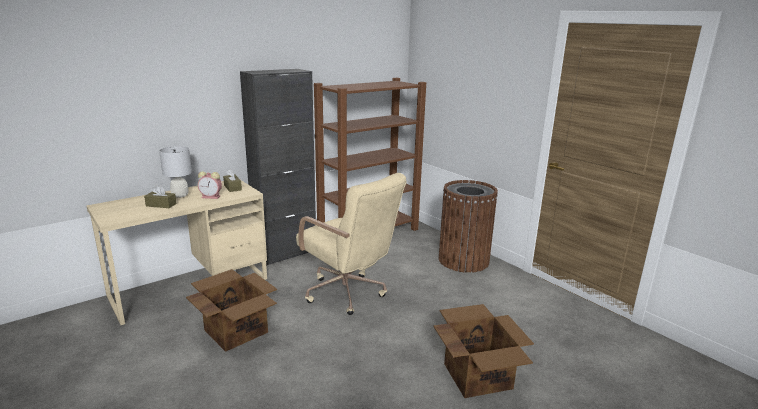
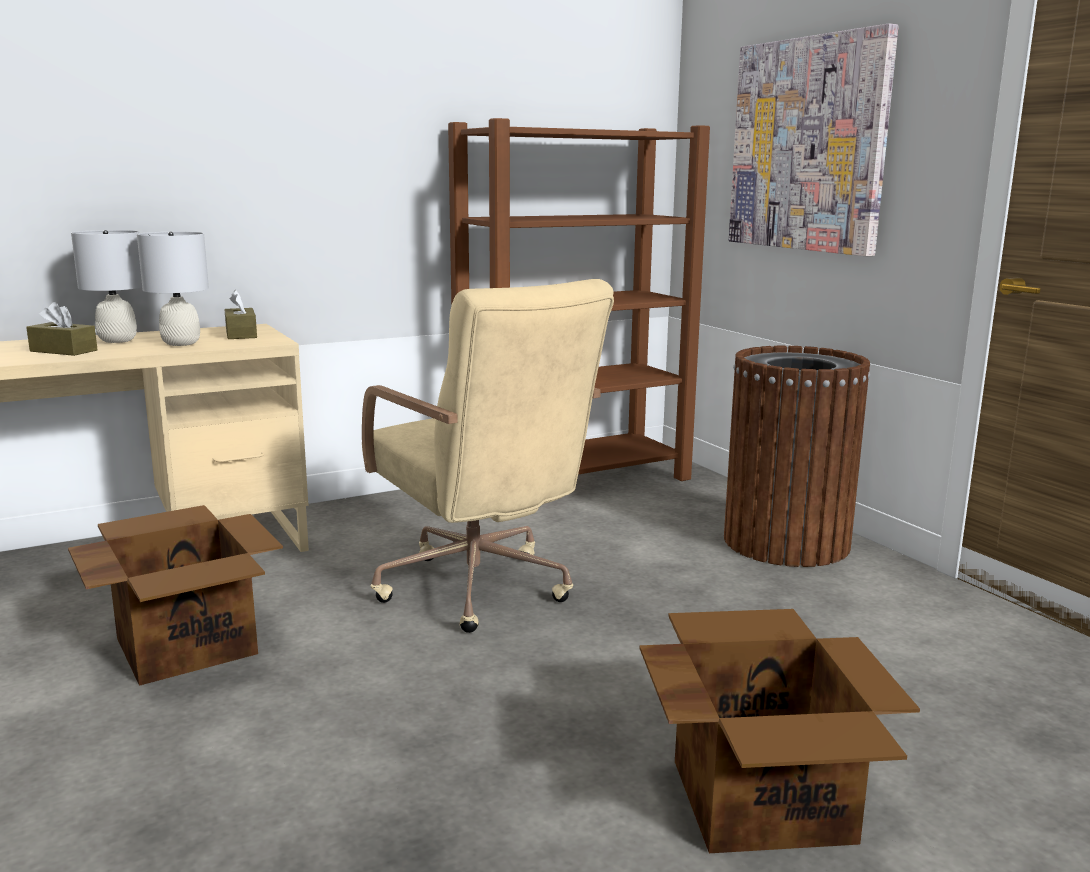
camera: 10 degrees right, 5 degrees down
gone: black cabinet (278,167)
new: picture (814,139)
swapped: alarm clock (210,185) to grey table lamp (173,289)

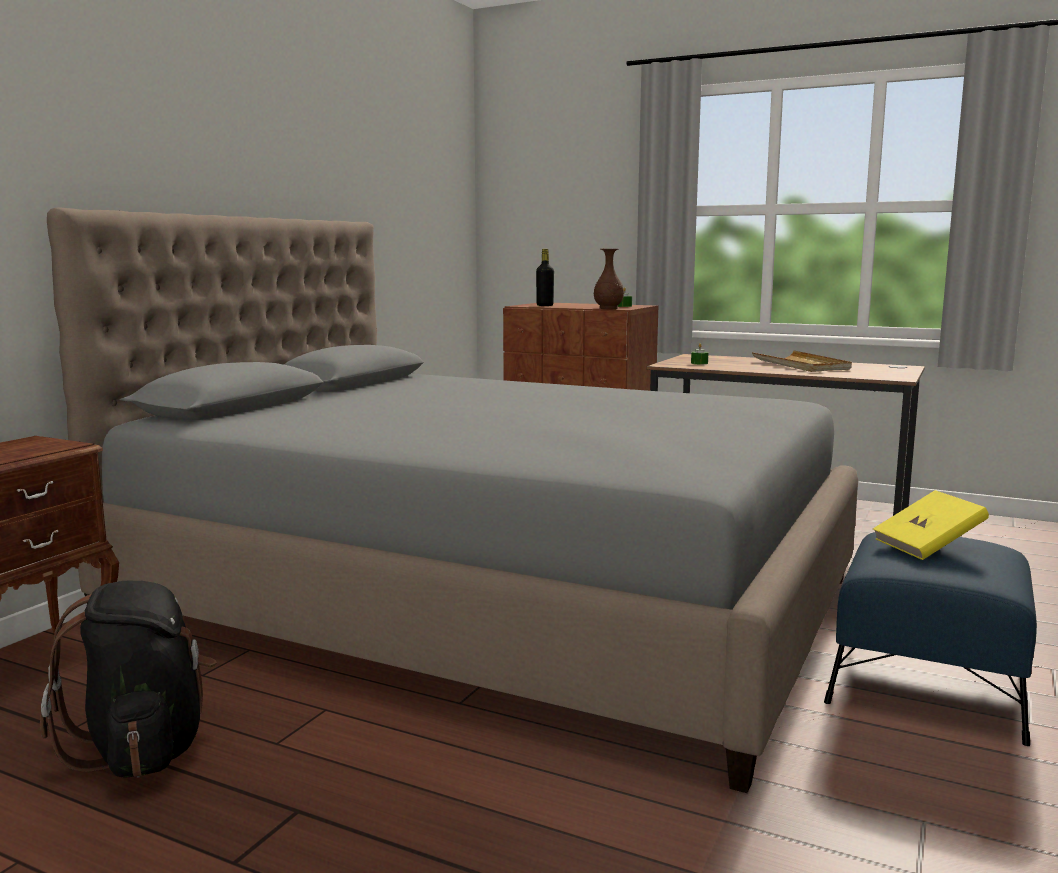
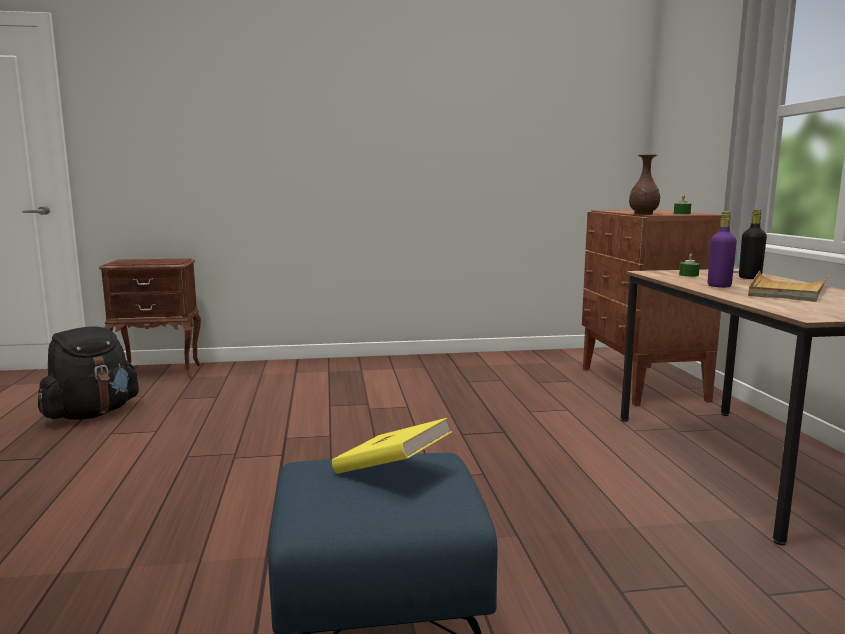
camera: 55 degrees right, 0 degrees up
gone: grey bed (452,500)
new: purple bottle (722,249)
shifted: black bottle (545,277) to (753,244)

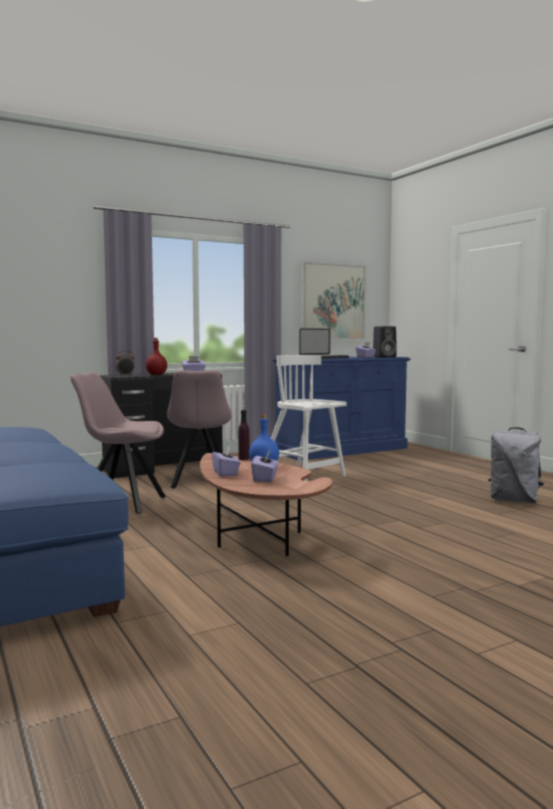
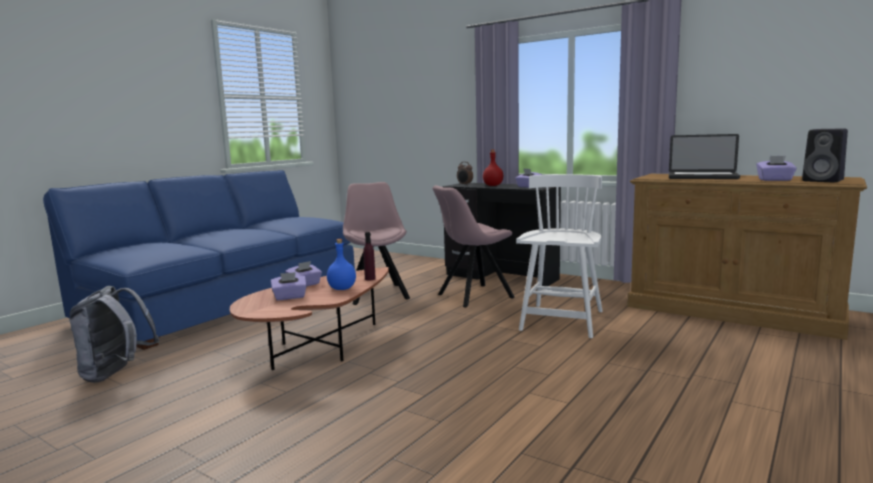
camera: 65 degrees right, 5 degrees up
gone: picture (333,301)
shifted: grey backpack (516,465) to (114,334)
repainted: blue cabinet (342,409) to brown cabinet (747,257)

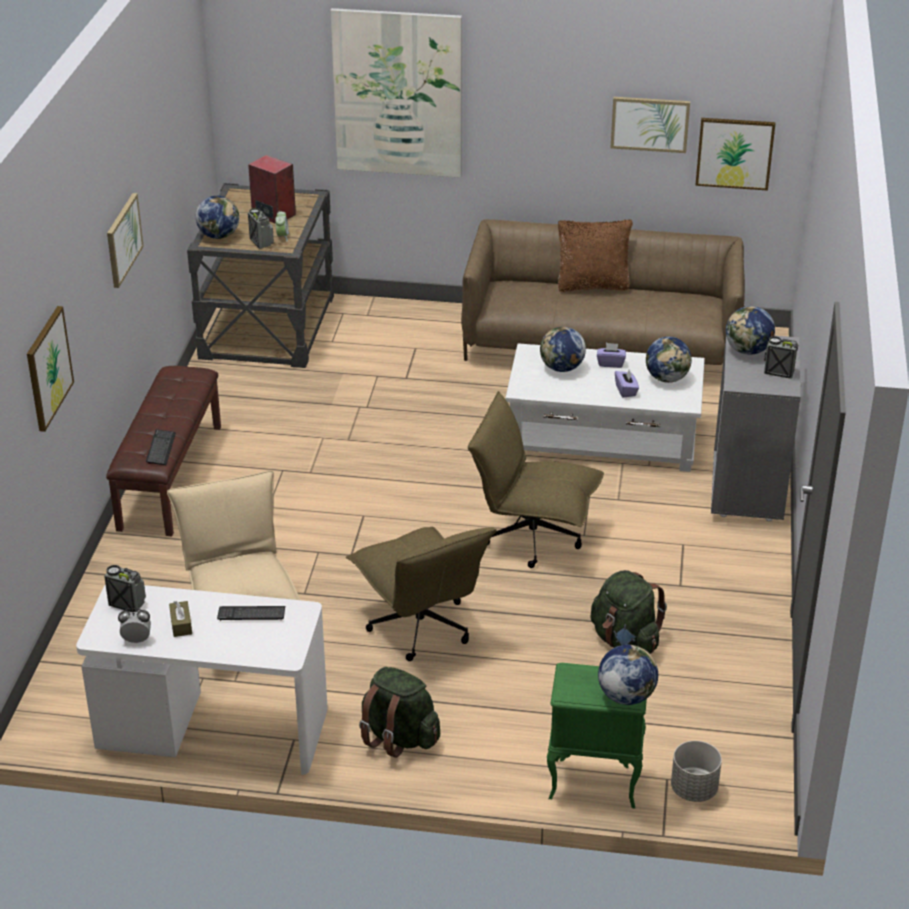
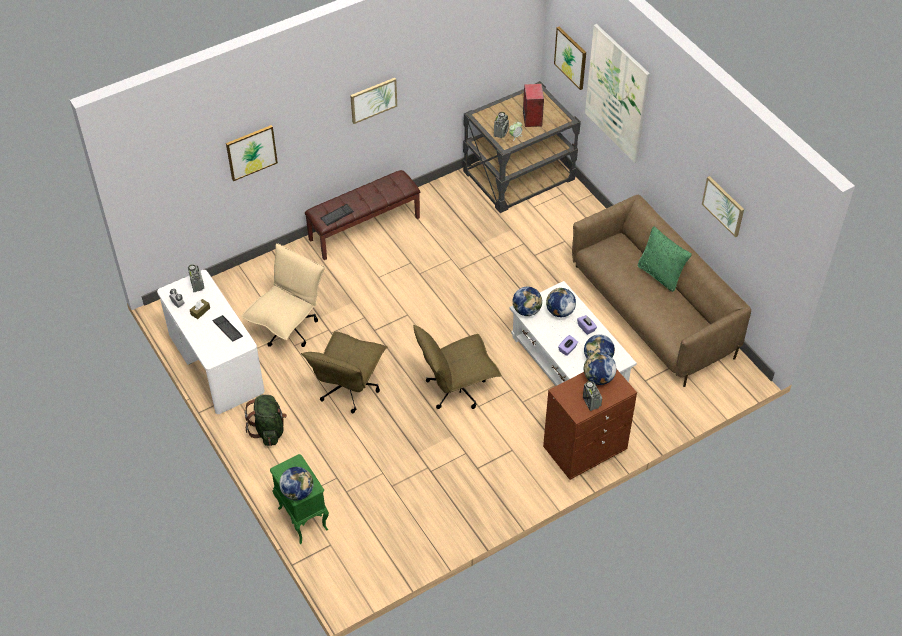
camera: 50 degrees right, 15 degrees up
gone: green backpack (628,612); grey planter (696,771)
shifted: globe (217,217) to (528,301); picture (735,154) to (570,58)
repainted: brown pillow (595,256) to green pillow (665,259); grey cabinet (756,428) to brown cabinet (590,424)
rotated: beige office chair (536,479) = (457,367) 90 degrees counterclockwise

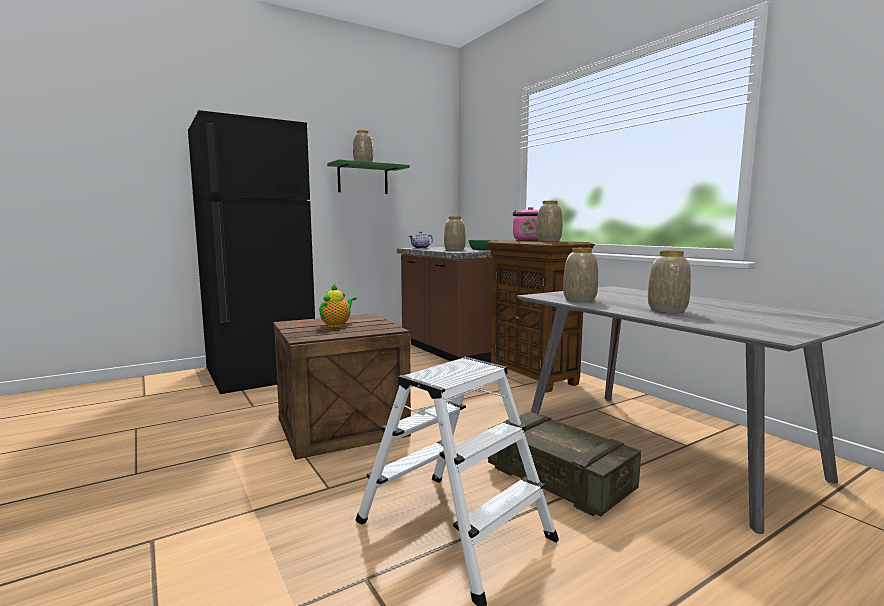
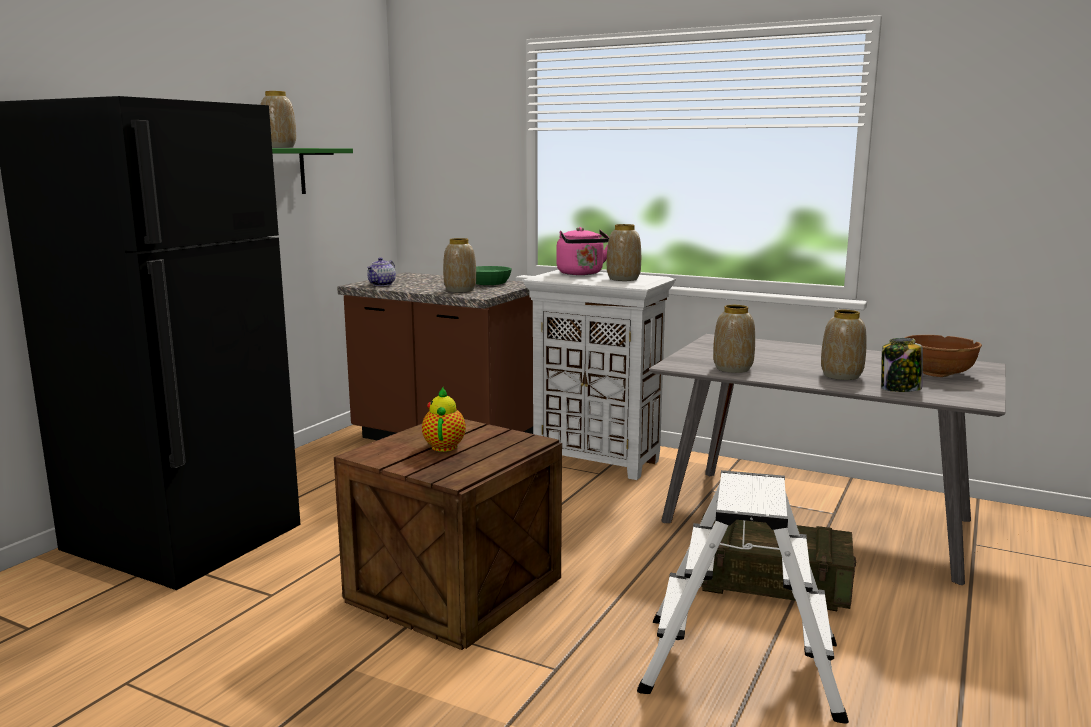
camera: 30 degrees left, 5 degrees up
new: jar (902,365); brown bowl (943,356)
repainted: brown cabinet (540,316) to white cabinet (599,375)

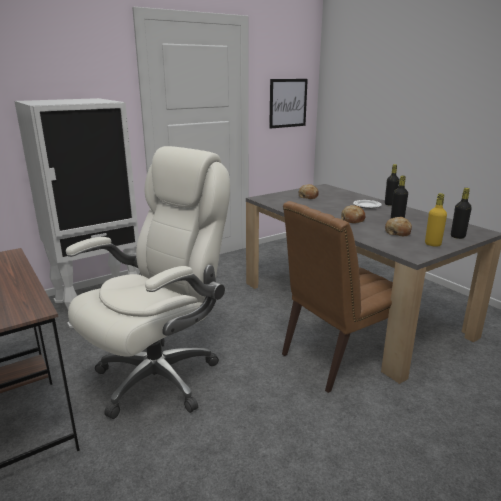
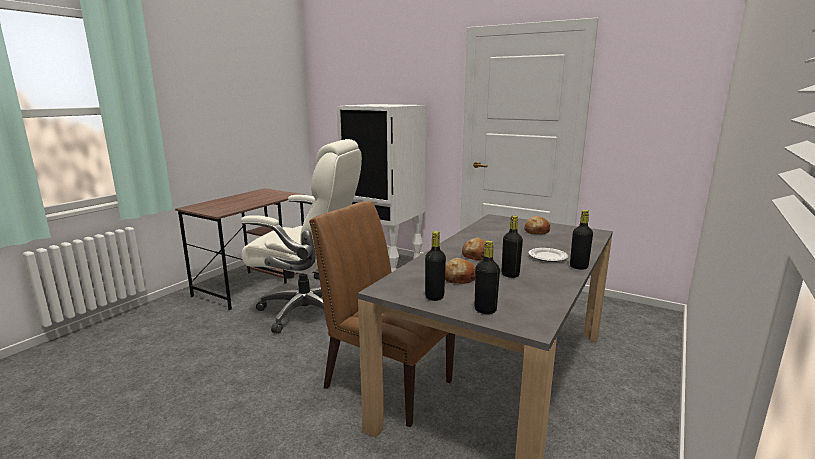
camera: 65 degrees right, 5 degrees down
gone: picture (288,104)
repainted: yellow bottle (436,220) to black bottle (435,266)

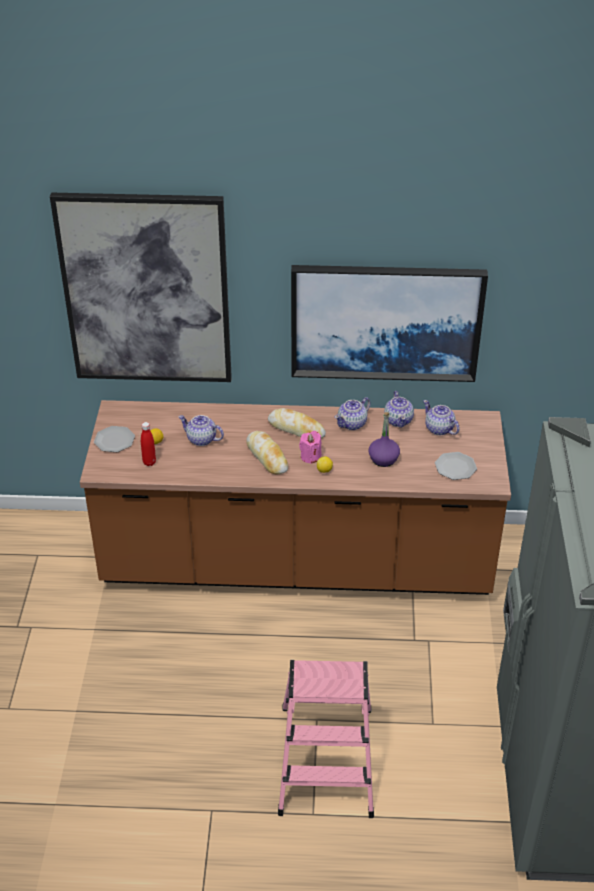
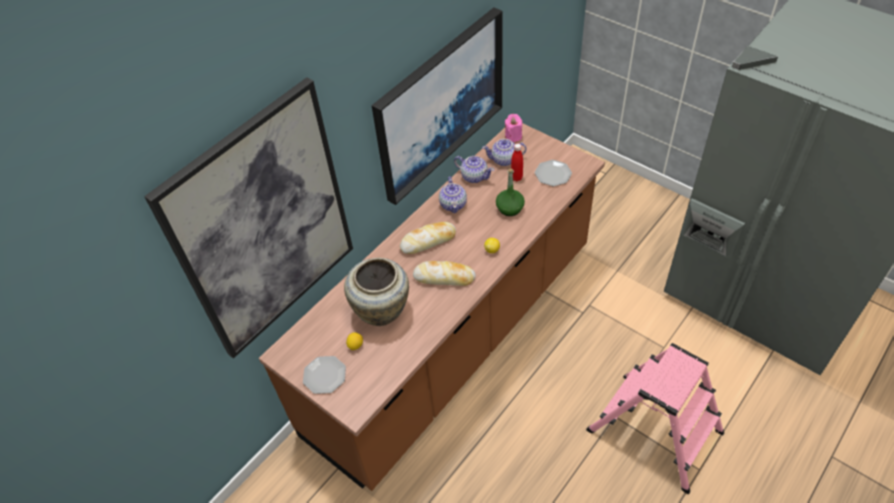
camera: 50 degrees left, 10 degrees up
shifted: red bottle (148,444) to (517,162); pink candle (310,447) to (513,128)
swapped: teapot (201,430) to beige vase (376,292)
repainted: purple bottle (384,439) to green bottle (510,192)

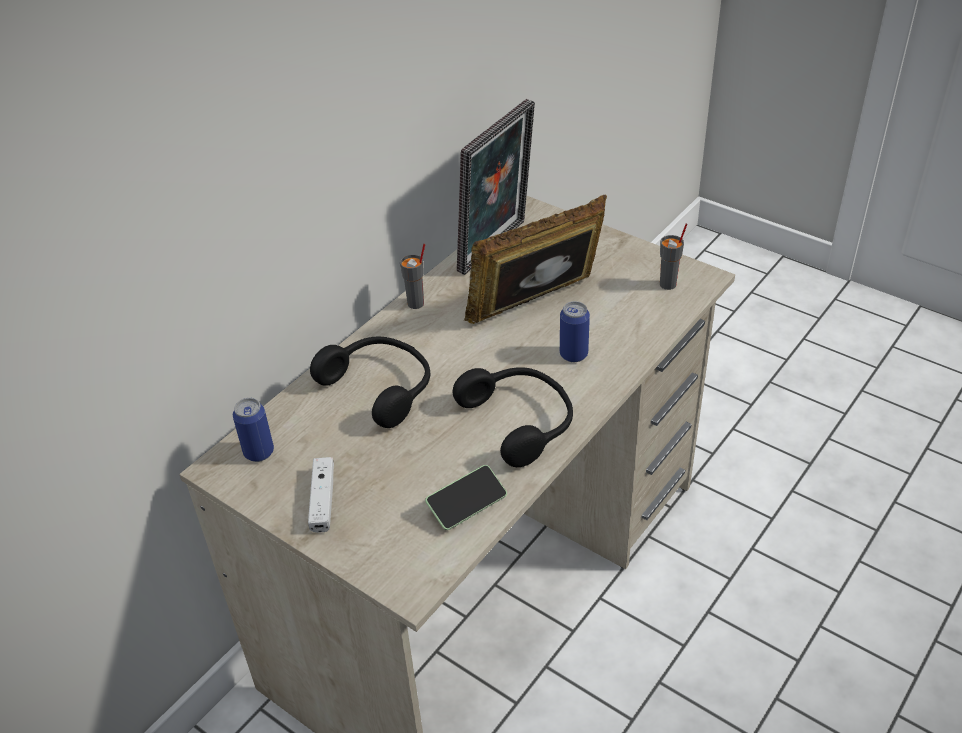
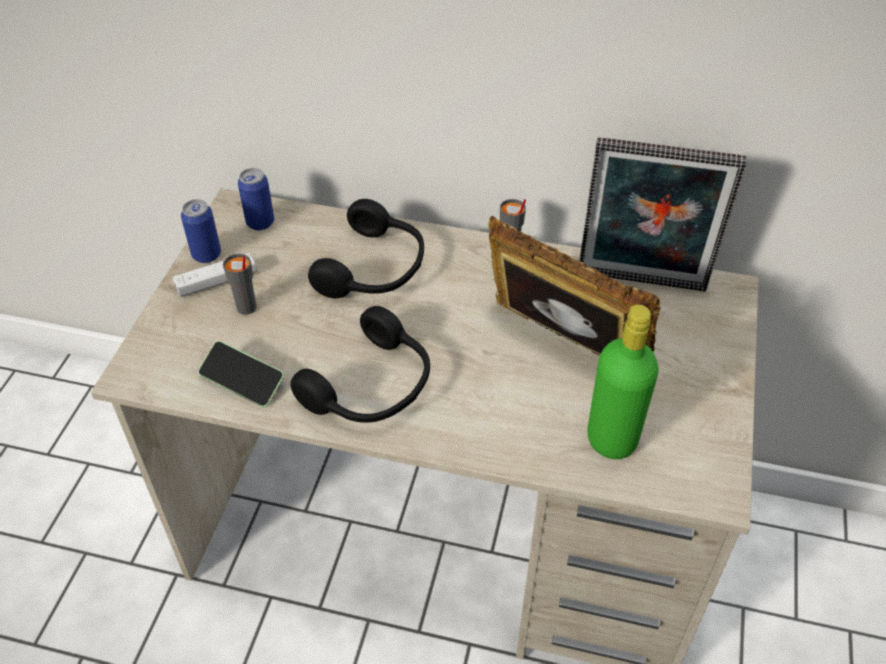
camera: 65 degrees right, 5 degrees up
new: green bottle (622,381)
shifted: can (575,331) to (201,231); grey cup (673,256) to (239,284)

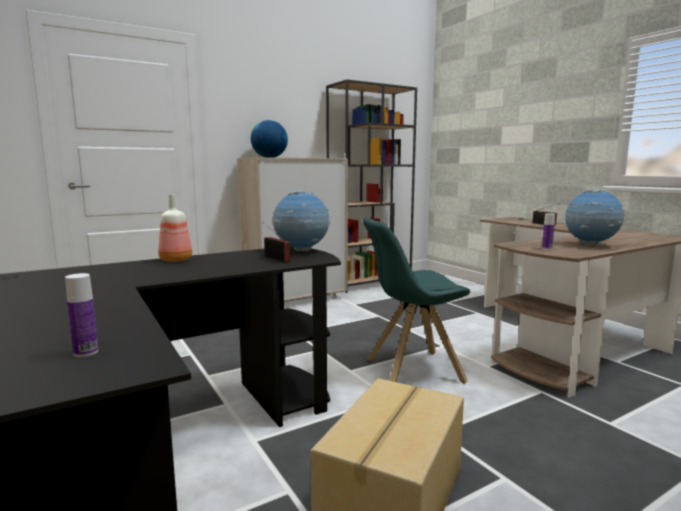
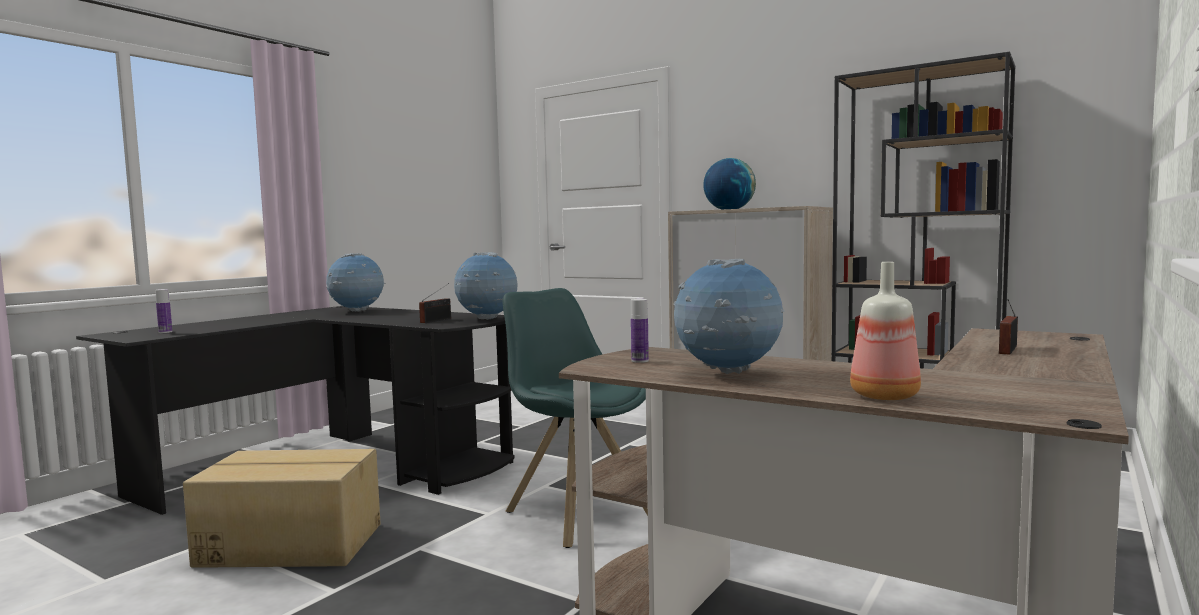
camera: 65 degrees right, 5 degrees down
new: globe (355,282)
shifted: bottle (175,228) to (885,331)

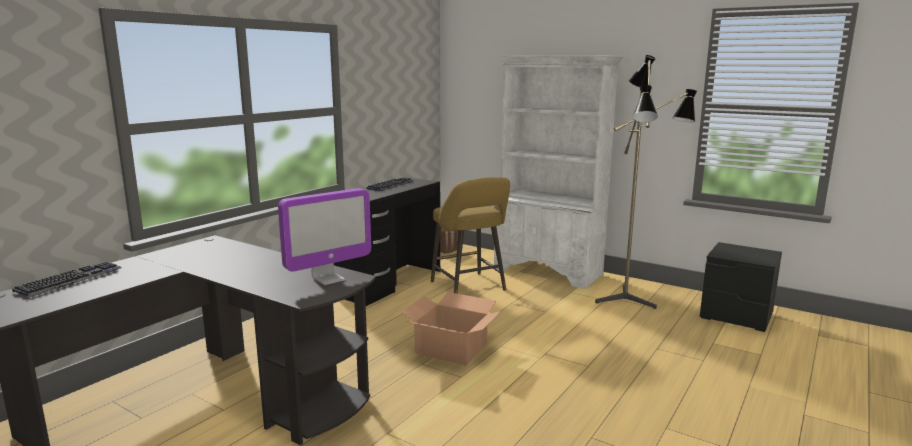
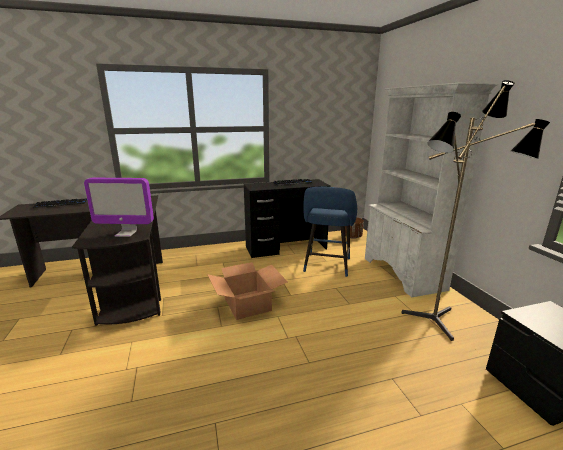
camera: 40 degrees right, 5 degrees up
repainted: yellow stool (470,235) to blue stool (330,232)

